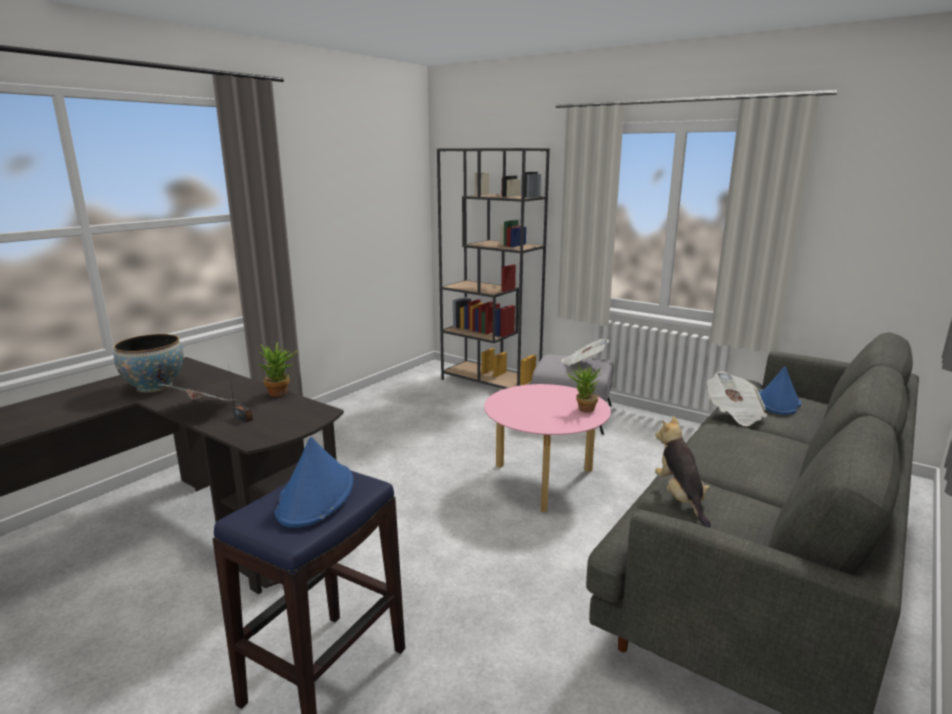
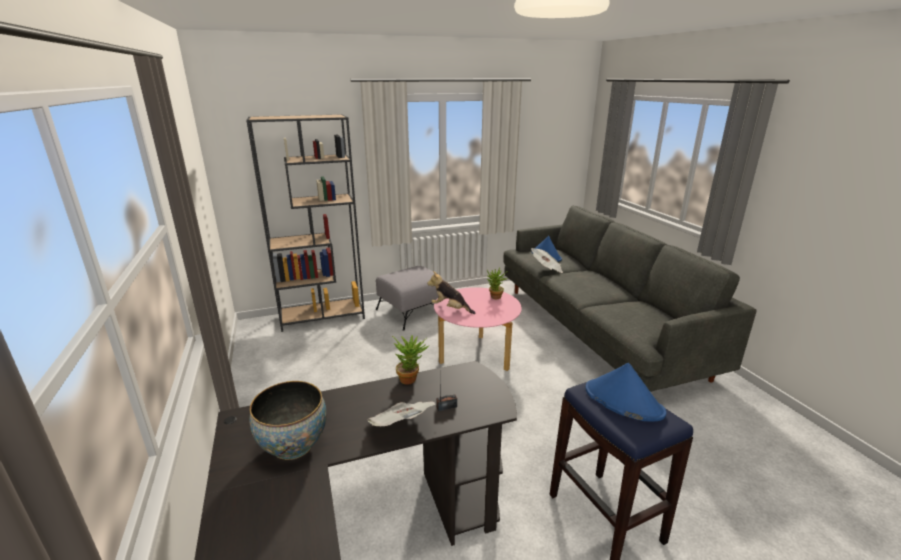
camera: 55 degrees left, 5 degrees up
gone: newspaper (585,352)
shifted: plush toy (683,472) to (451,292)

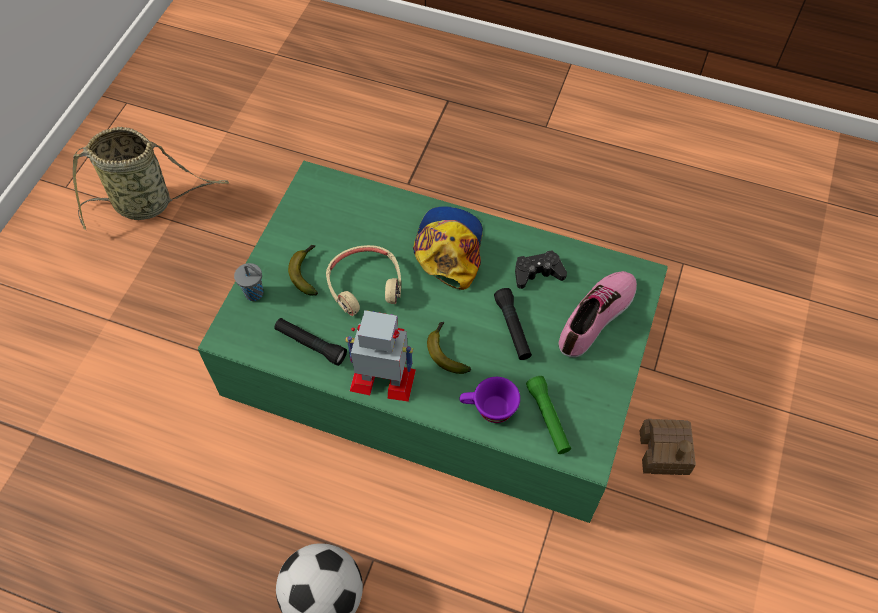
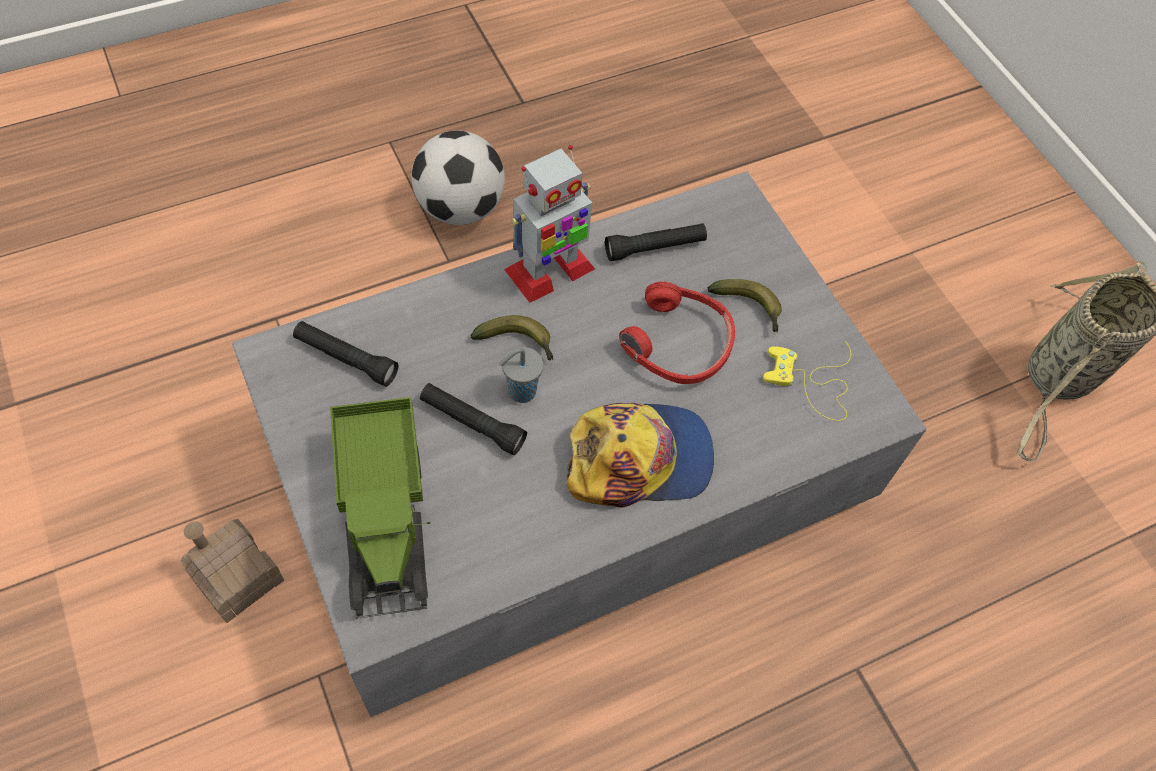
camera: 130 degrees right, 0 degrees up
gone: purple cup (489,400); black game controller (541,269)
new: yellow game controller (807,381)
shifted: grey cup (248,282) to (521,375)
swapped: shoe (597,314) to toy truck (380,508)
repainted: green coffee table (433,342) to grey coffee table (579,444); beige headphones (363,280) to red headphones (677,333); green flashlight (548,415) to black flashlight (345,354)
rotated: cap (448,248) = (640,455) 60 degrees counterclockwise

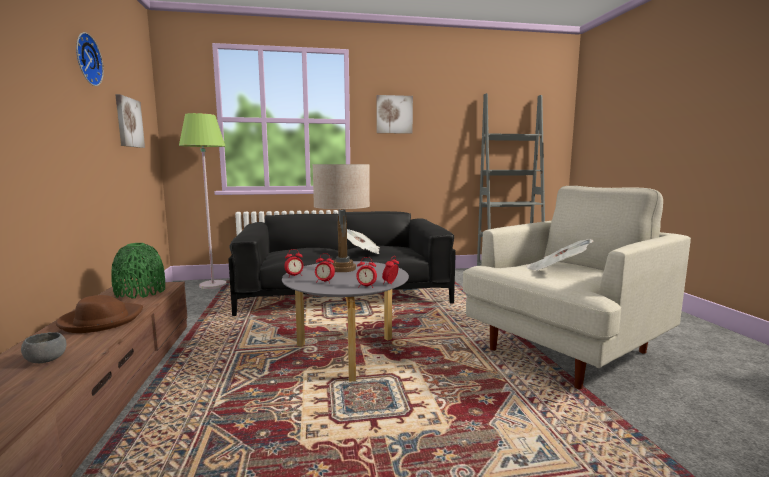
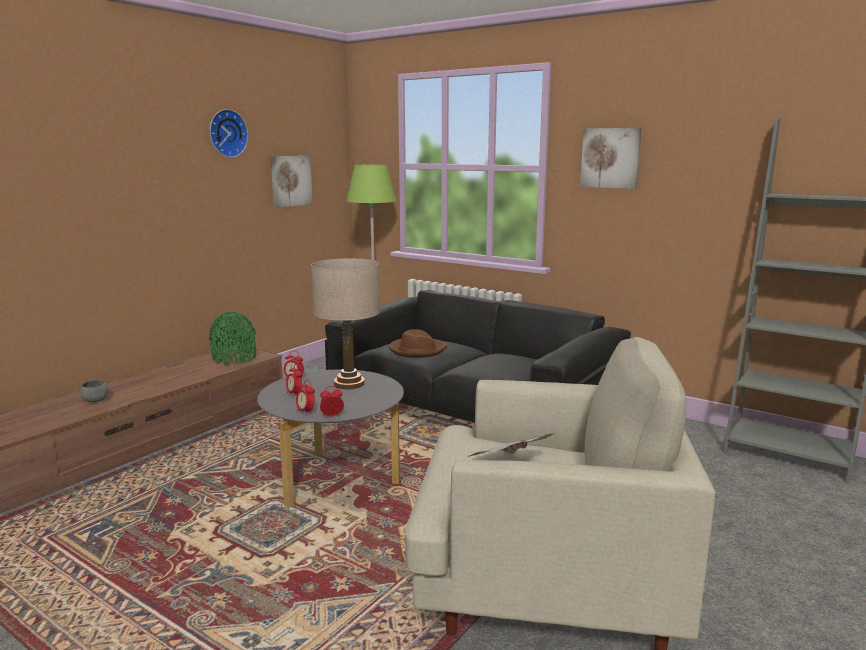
camera: 45 degrees right, 5 degrees up
gone: newspaper (363,241)
shifted: brown hat (99,314) to (418,343)

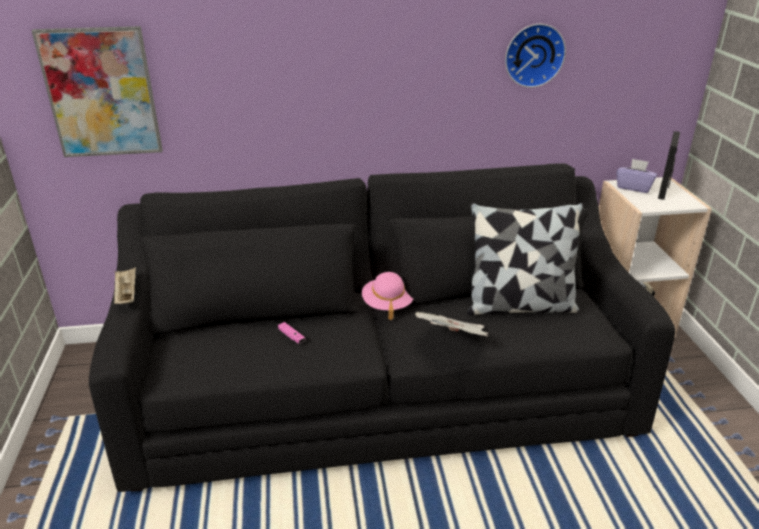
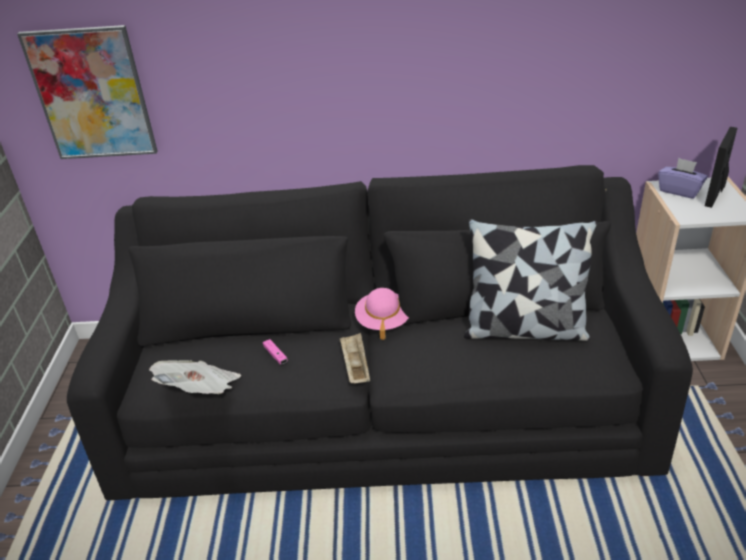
camera: 10 degrees right, 5 degrees up
gone: wall clock (535,56)
shifted: beige tray (125,285) to (355,358); newspaper (452,324) to (195,377)

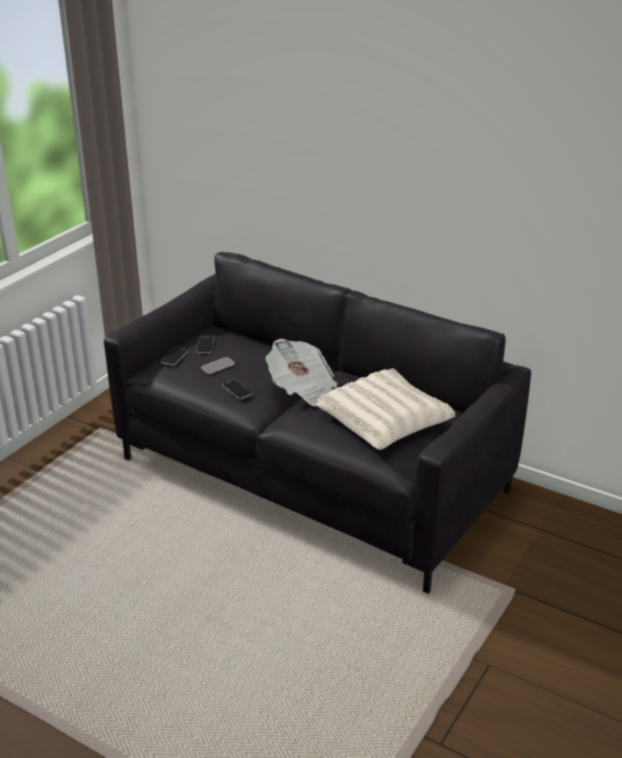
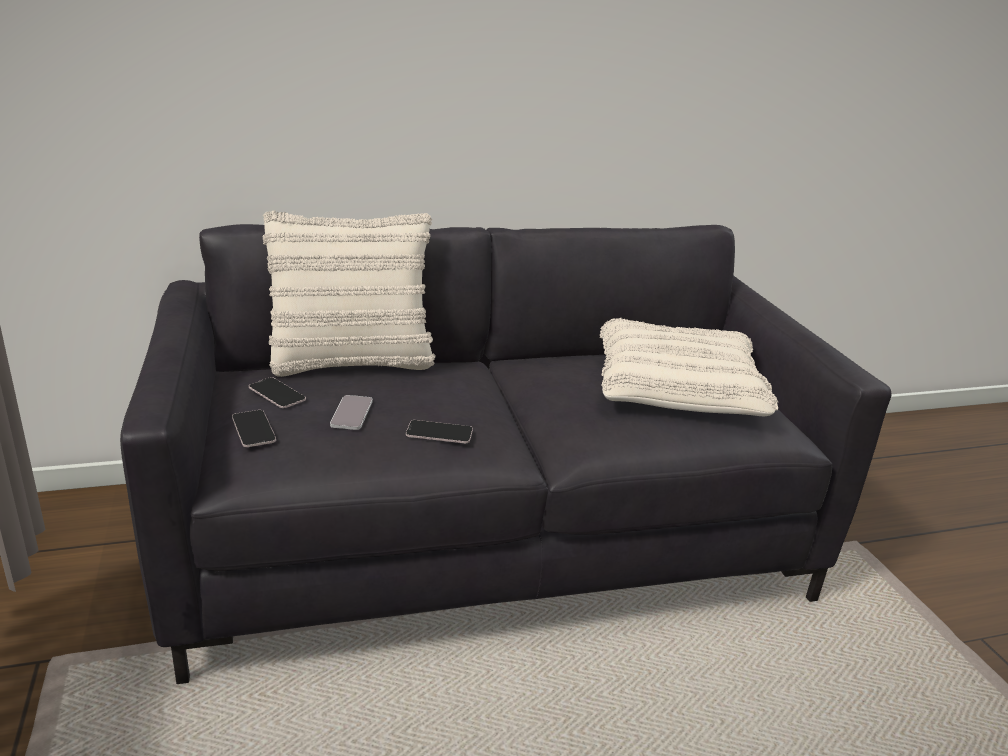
camera: 50 degrees left, 5 degrees down
gone: newspaper (301,372)
new: beige pillow (349,293)

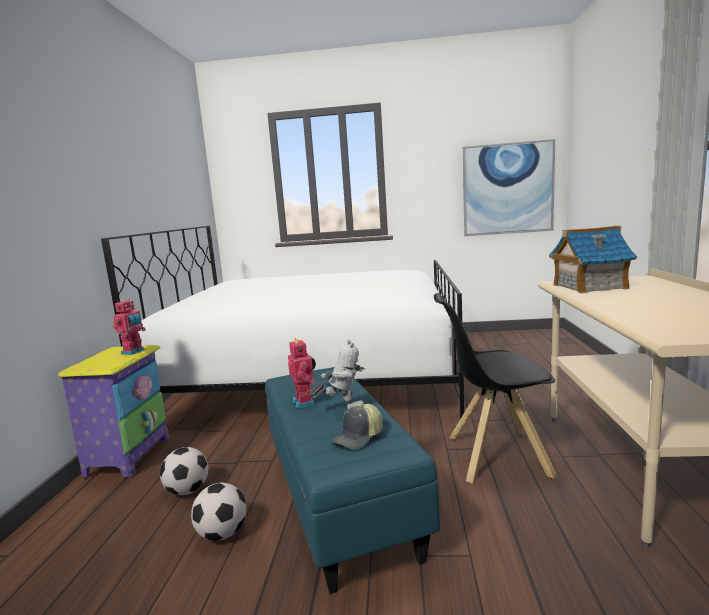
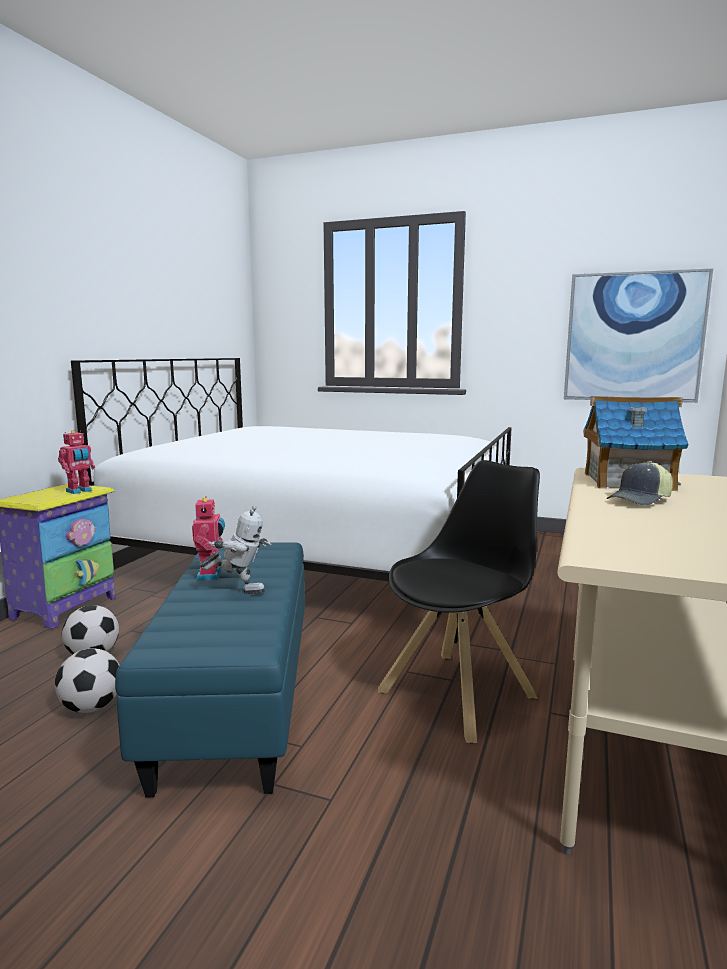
camera: 15 degrees right, 0 degrees up
shifted: cap (357,426) to (639,483)
rotated: black chair (496,388) = (459,601) 120 degrees clockwise

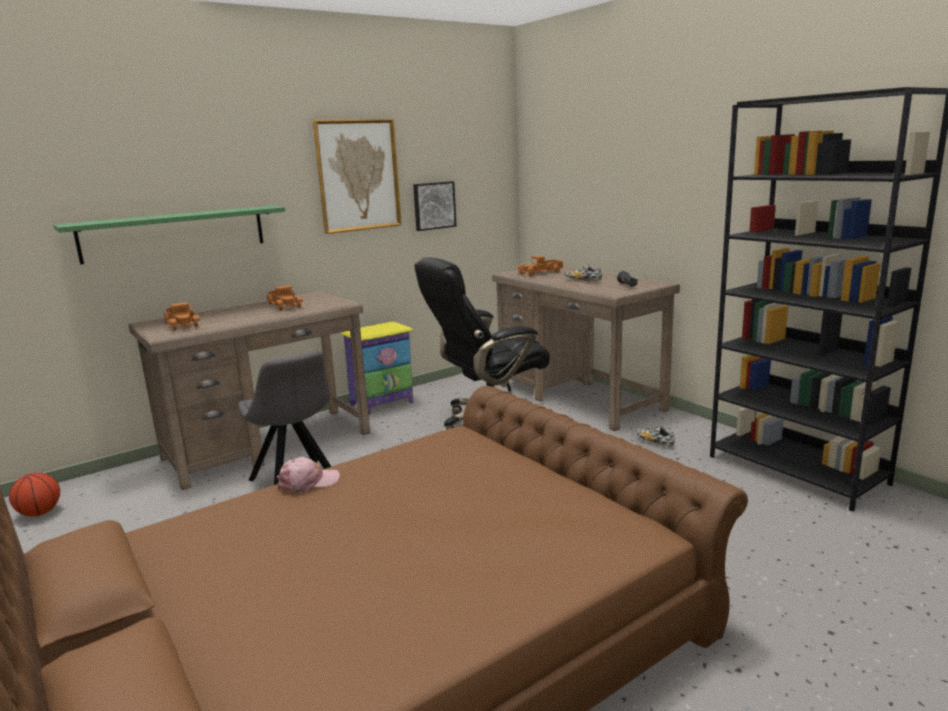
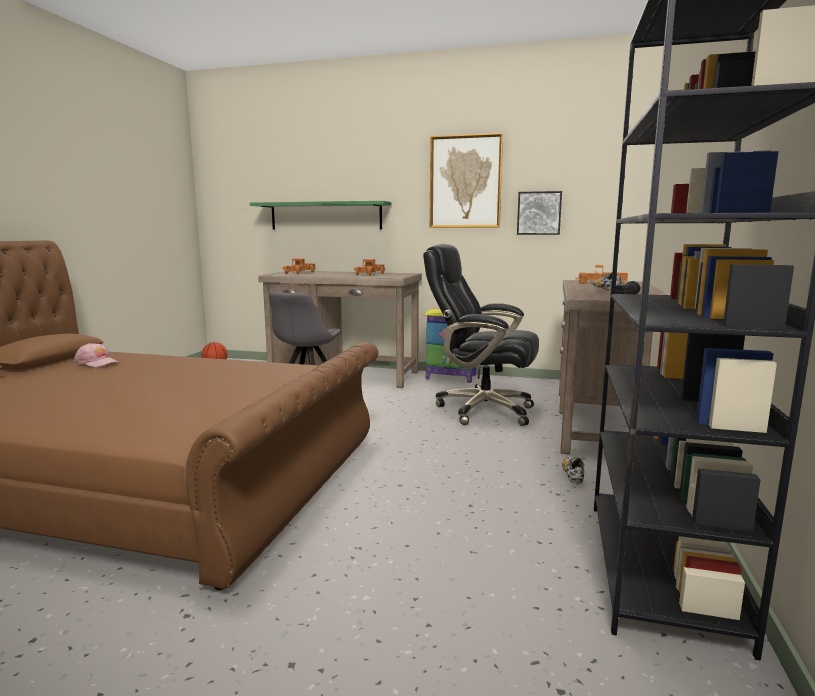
camera: 50 degrees right, 5 degrees down
shifted: pink cap (308,475) to (96,355)

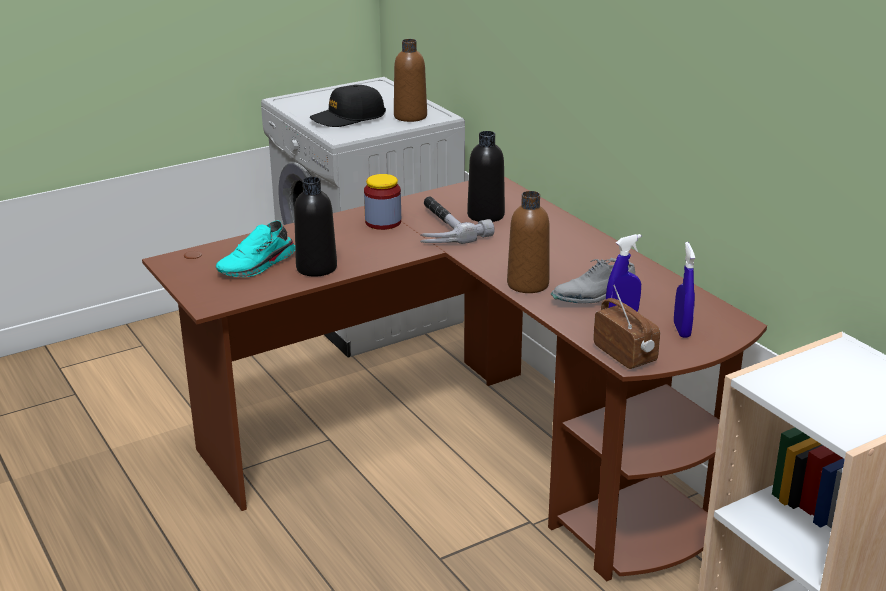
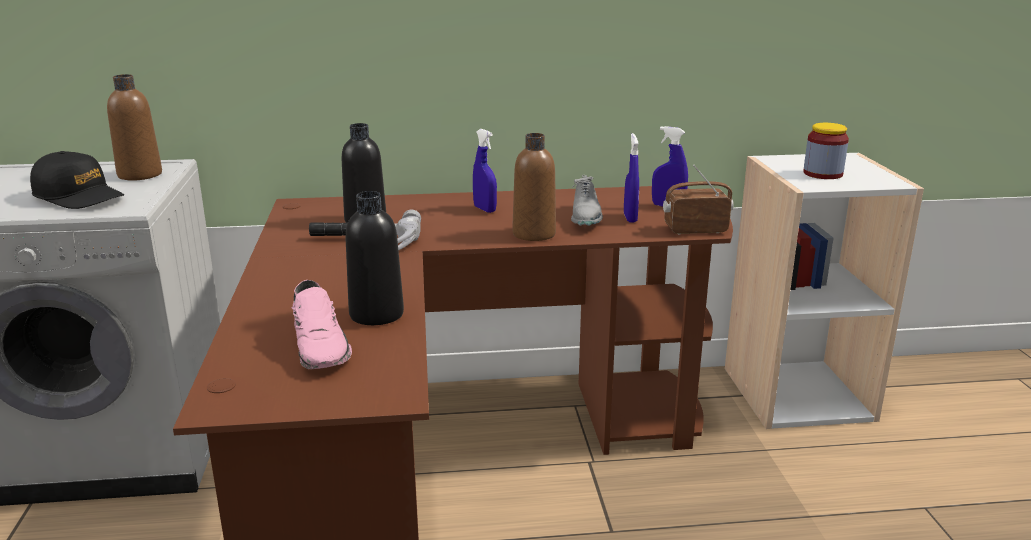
camera: 65 degrees left, 5 degrees down
new: blue spray bottle (485,171)
shifted: jar (382,202) to (826,151)
repainted: turquoise shoe (255,248) to pink shoe (321,324)
rotated: black cap (348,106) = (77,180) 60 degrees counterclockwise

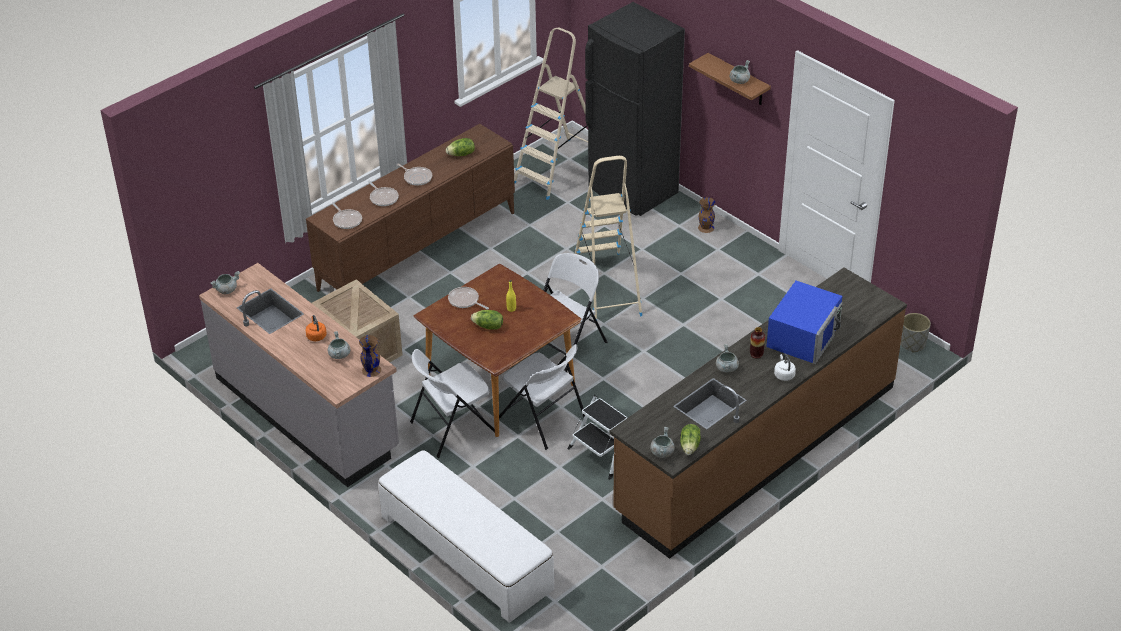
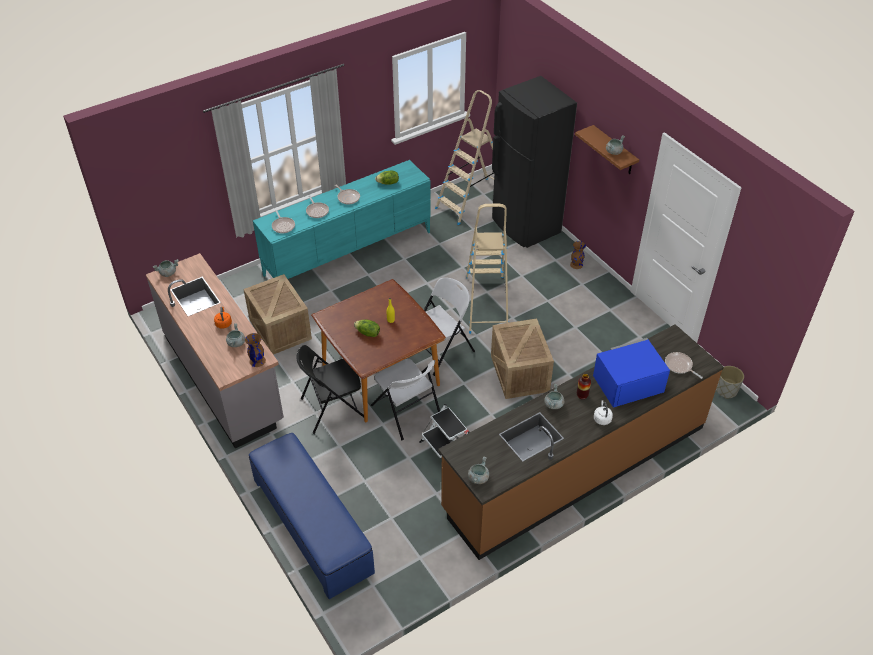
camera: 10 degrees right, 5 degrees up
gone: lettuce (690,439)
new: crate (522,358)
shifted: frying pan (468,298) to (684,365)
repainted: brown cabinet (410,208) to turquoise cabinet (342,219); white bench (466,536) to blue bench (312,516); white chair (452,403) to black chair (330,389)
rotated: blue microwave (804,322) = (631,373) 150 degrees counterclockwise

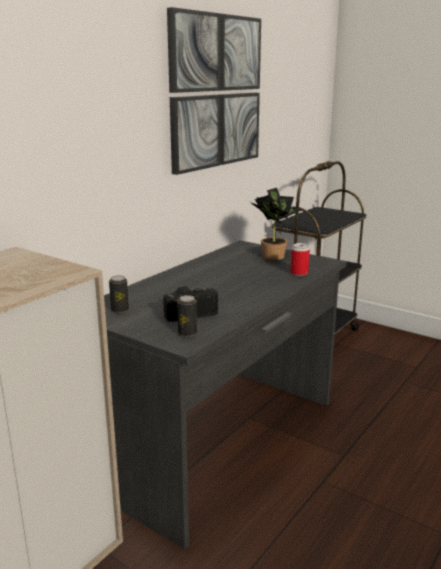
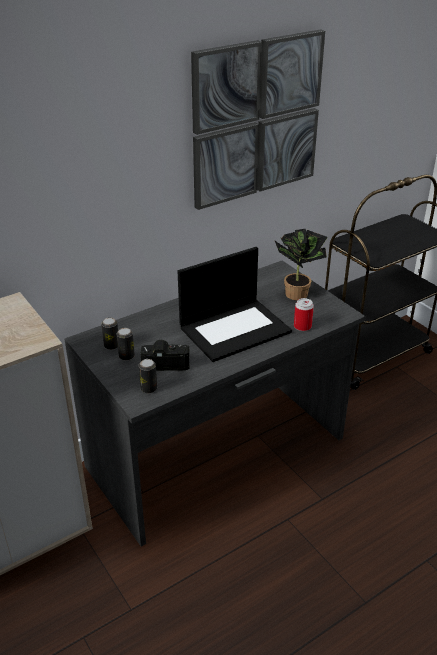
camera: 20 degrees right, 15 degrees up
new: can (126,344); laptop (235,304)

